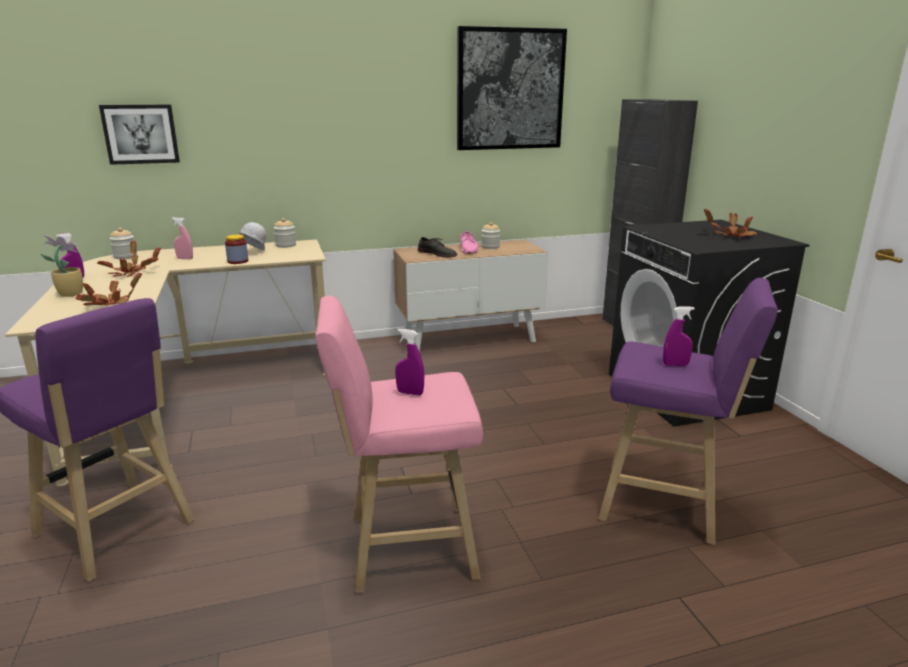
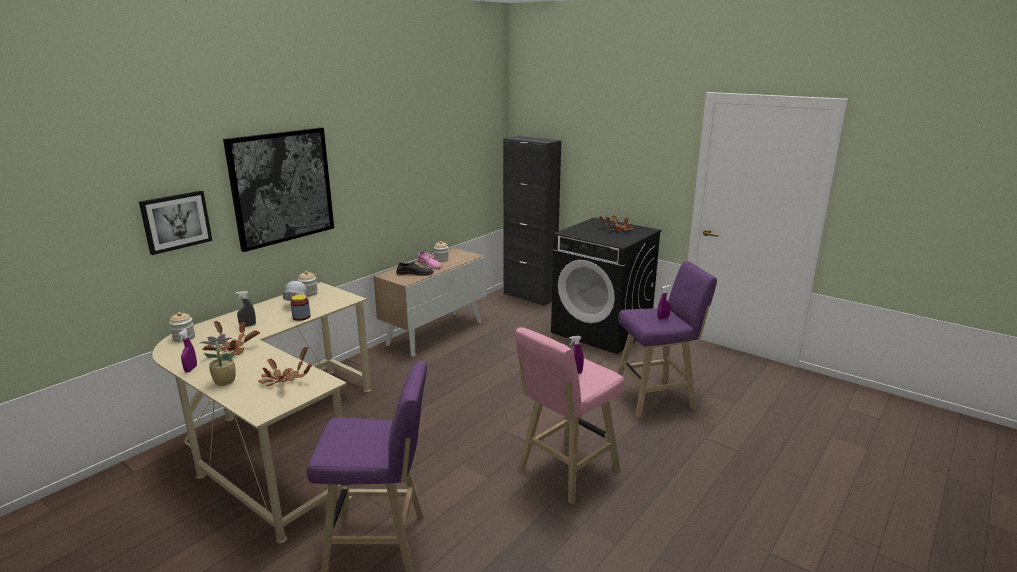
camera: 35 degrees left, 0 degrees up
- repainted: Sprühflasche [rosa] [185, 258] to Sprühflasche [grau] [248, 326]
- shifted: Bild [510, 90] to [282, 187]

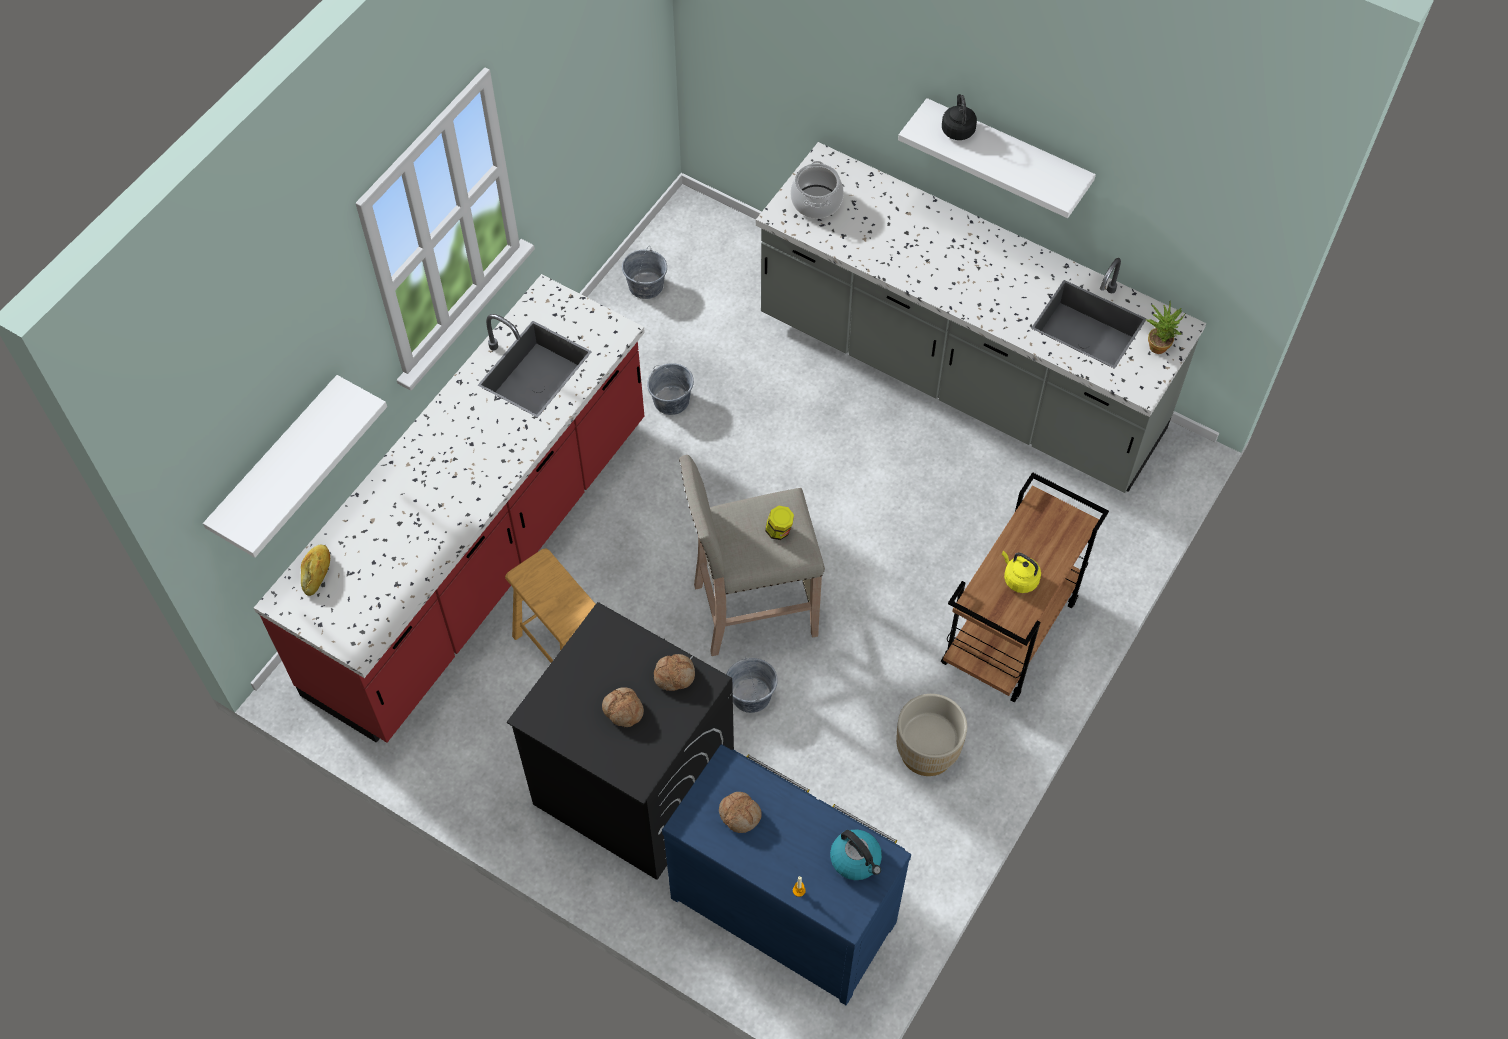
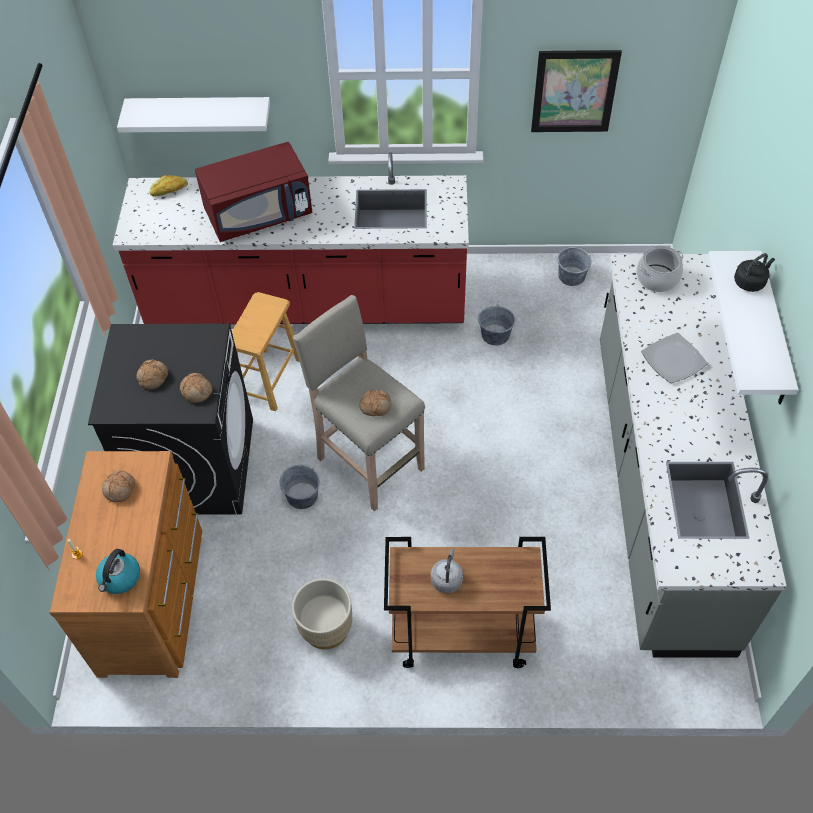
camera: 60 degrees right, 5 degrees down
- repainted: Kommode [blau] [785, 904] to Kommode [braun] [155, 598]
- swapped: Vorratsglas [779, 531] to Brot [376, 406]
- repainted: Wasserkessel [gelb] [1019, 579] to Wasserkessel [grau] [446, 579]
- gone: Topfpflanze [1158, 344]
- new: Mikrowelle [rot] [259, 214]
- new: Bild [574, 91]
- new: Teller [673, 360]

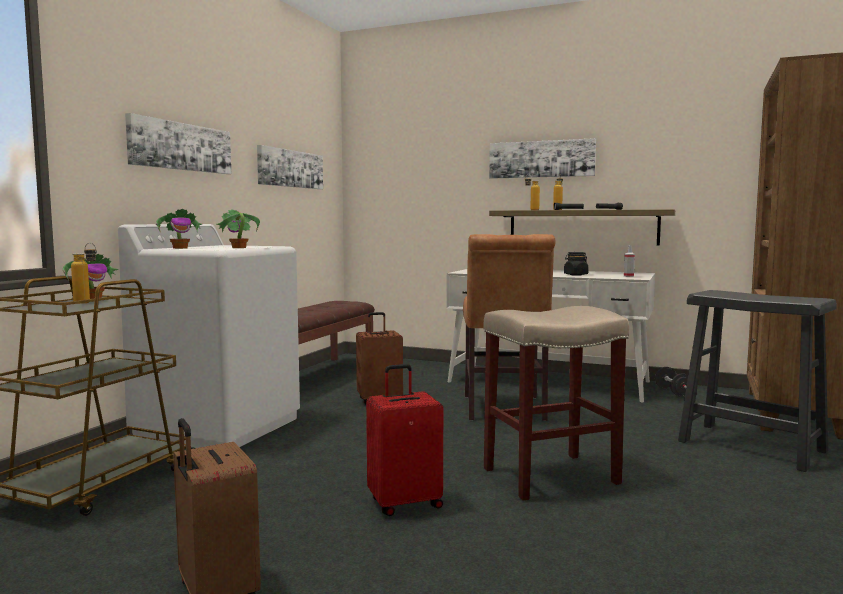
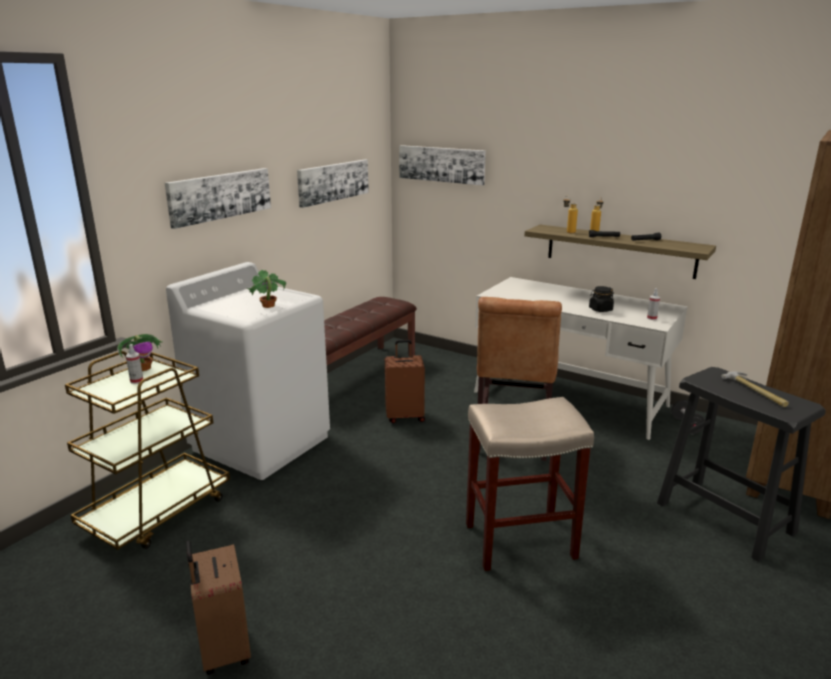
camera: 10 degrees right, 15 degrees up
- swapped: Flasche [87, 303] to Sprühflasche [137, 381]
- gone: Topfpflanze [180, 248]
- gone: Koffer [rot] [405, 503]
- shifted: Bild [541, 159] to [441, 164]
- new: Hammer [755, 391]

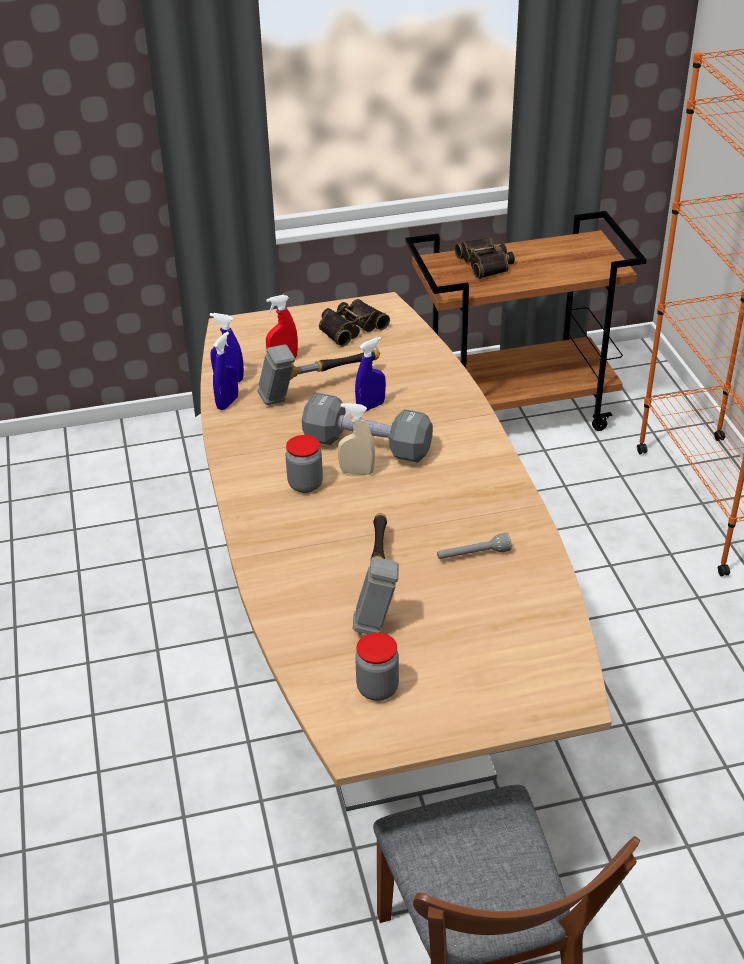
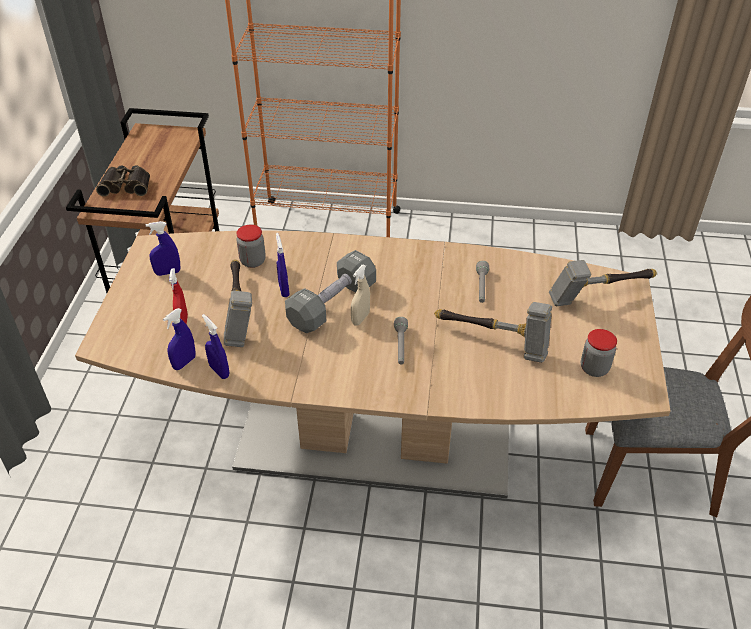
camera: 70 degrees left, 5 degrees up
- shifted: Vorratsglas [305, 484] to [253, 261]
- swapped: Fernglas [350, 327] to Sprühflasche [blau] [168, 272]
- new: Taschenlampe [grau] [400, 346]
- new: Hammer [599, 296]

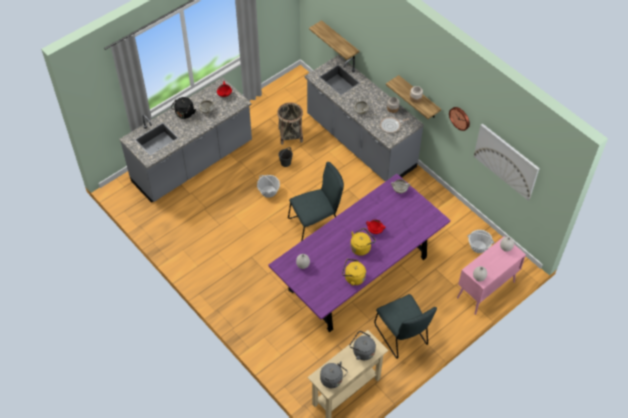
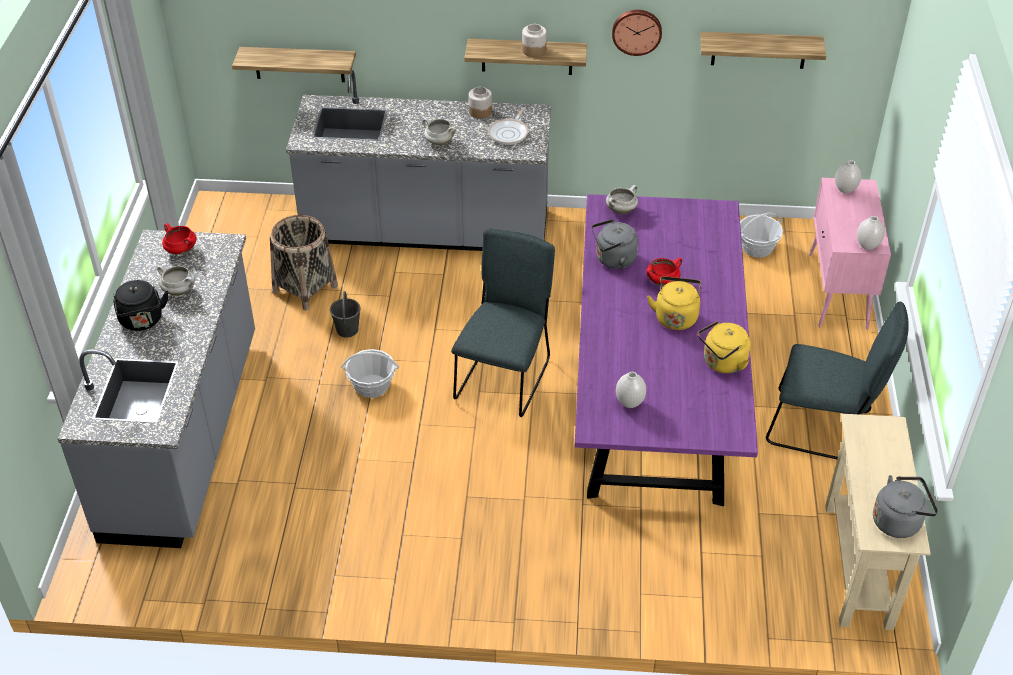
camera: 45 degrees left, 10 degrees down
- shifted: Wasserkessel [grau] [362, 351] to [613, 260]
- swapped: Bild [506, 161] to Wandregal [759, 50]

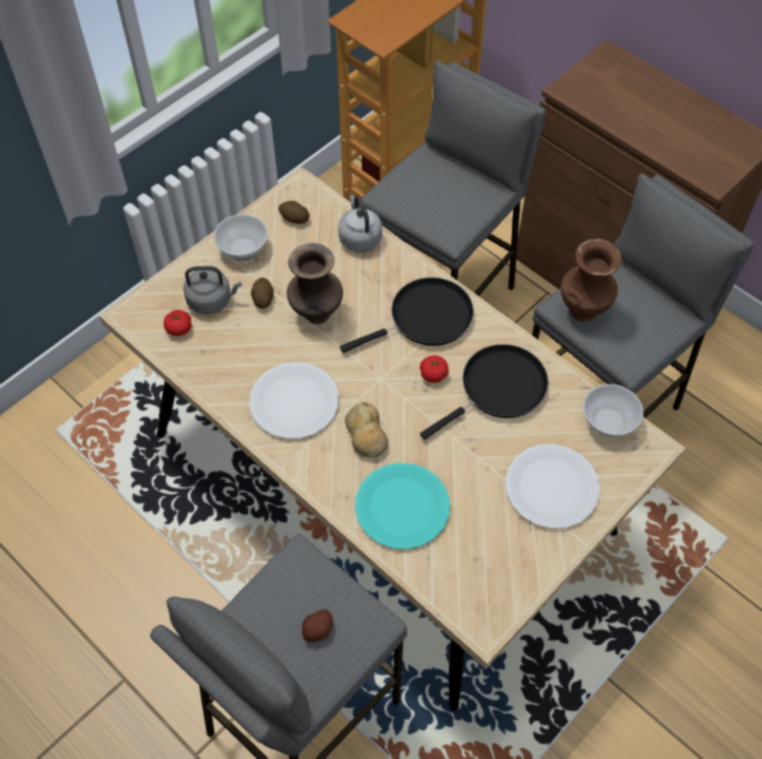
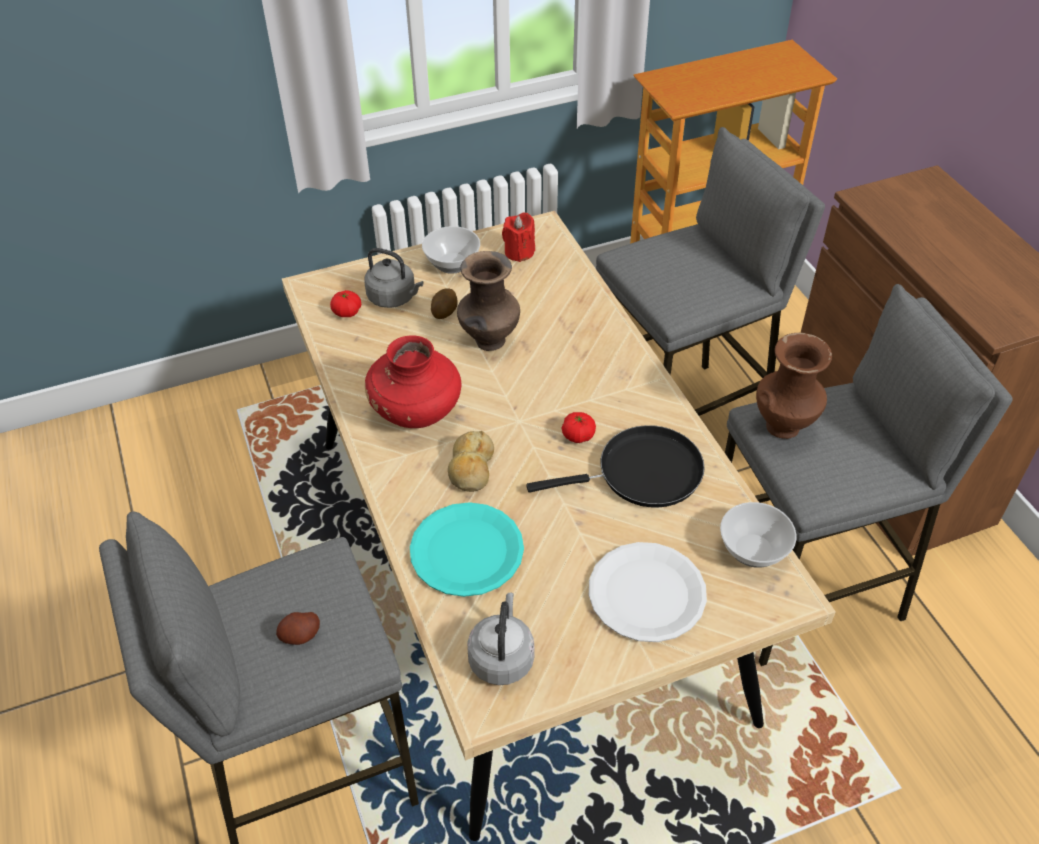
camera: 25 degrees right, 10 degrees down
- swapped: Teller [weiß] [294, 402] to Vase [rot] [417, 412]
- swapped: Kartoffel [294, 218] to Kerze [rot] [519, 252]
- shifted: Wasserkessel [grau] [359, 237] to [502, 657]
- gone: Pfanne [schwarz] [425, 318]

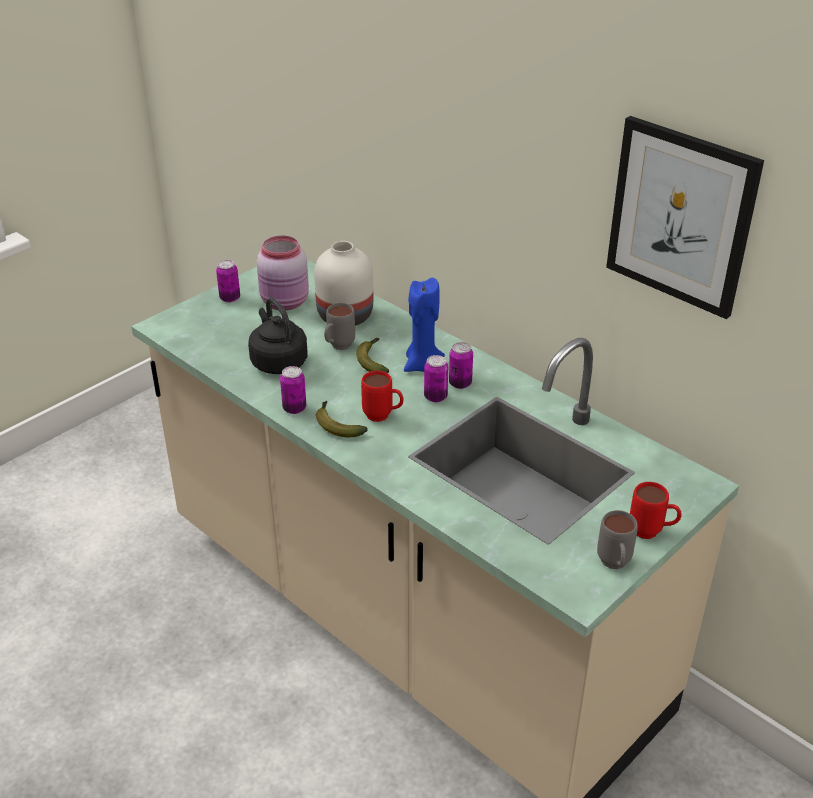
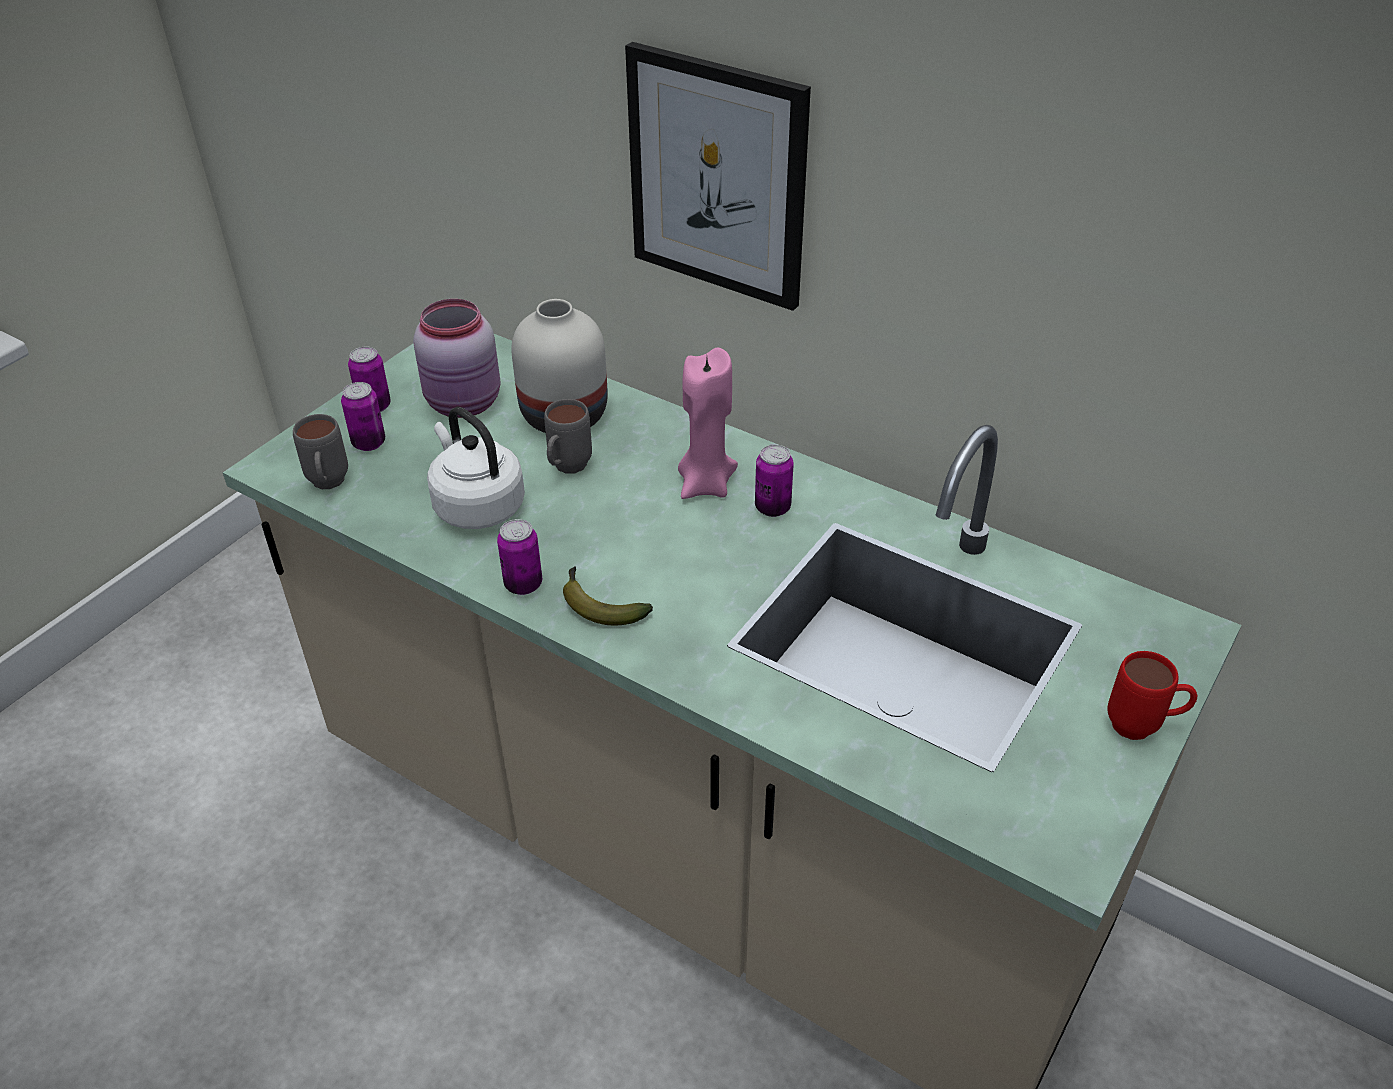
camera: 10 degrees left, 5 degrees up
- repainted: Wasserkessel [schwarz] [278, 361] to Wasserkessel [weiß] [476, 505]
- gone: Banane [373, 360]
- gone: Henkelbecher [rot] [383, 417]
- repainted: Kerze [blau] [422, 365] to Kerze [rosa] [705, 484]
- shifted: Dose [435, 397] to [369, 443]
- shifted: Henkelbecher [grau] [614, 566] to [328, 486]
- shifted: Bild [681, 216] to [717, 177]

